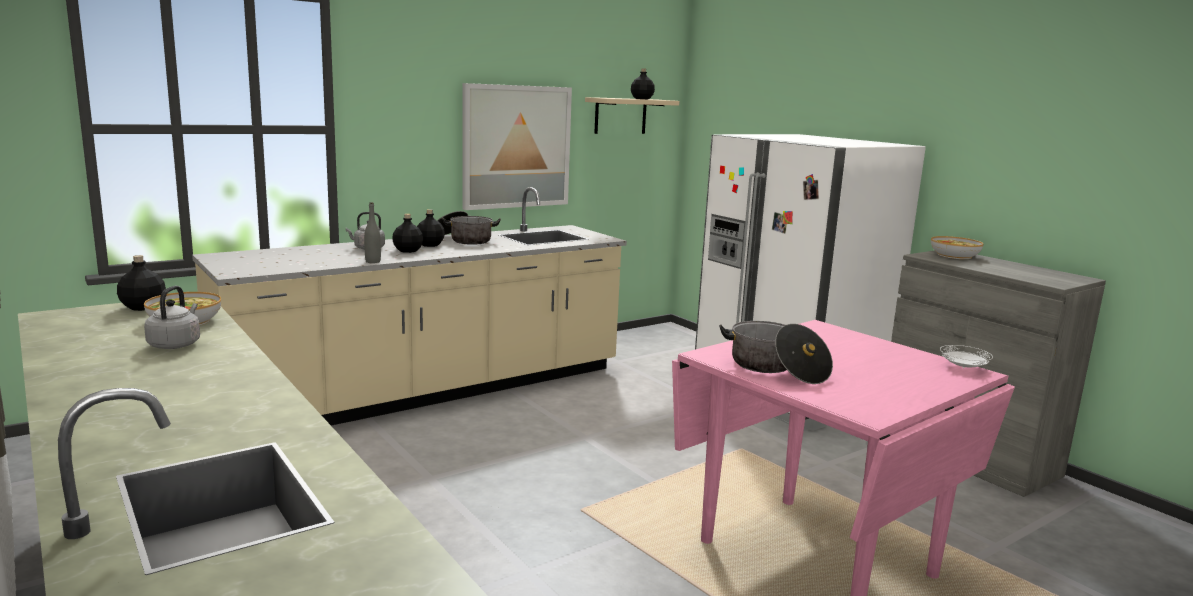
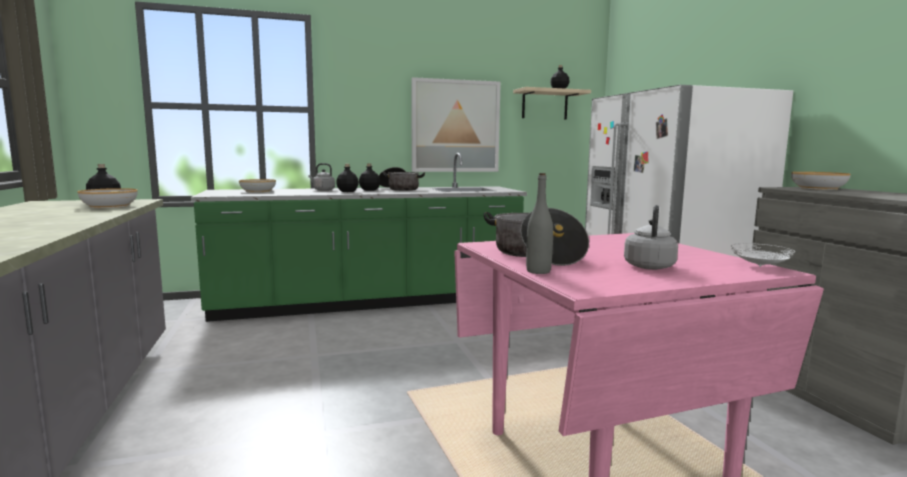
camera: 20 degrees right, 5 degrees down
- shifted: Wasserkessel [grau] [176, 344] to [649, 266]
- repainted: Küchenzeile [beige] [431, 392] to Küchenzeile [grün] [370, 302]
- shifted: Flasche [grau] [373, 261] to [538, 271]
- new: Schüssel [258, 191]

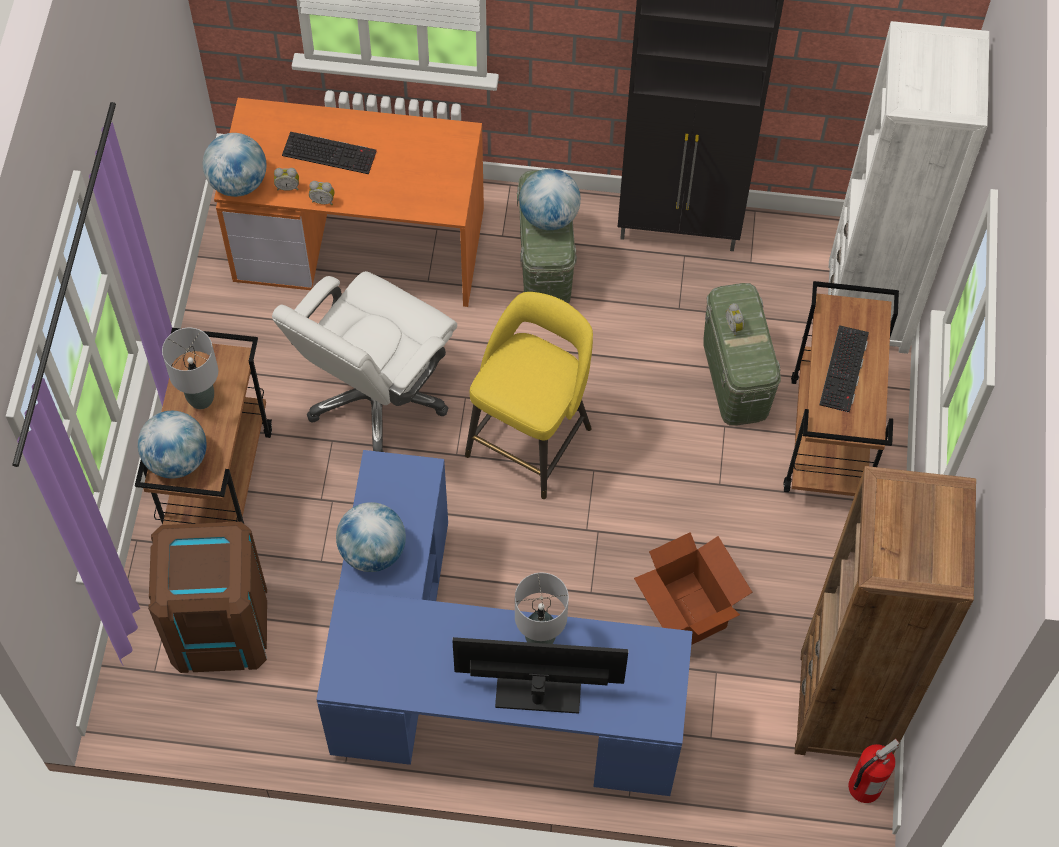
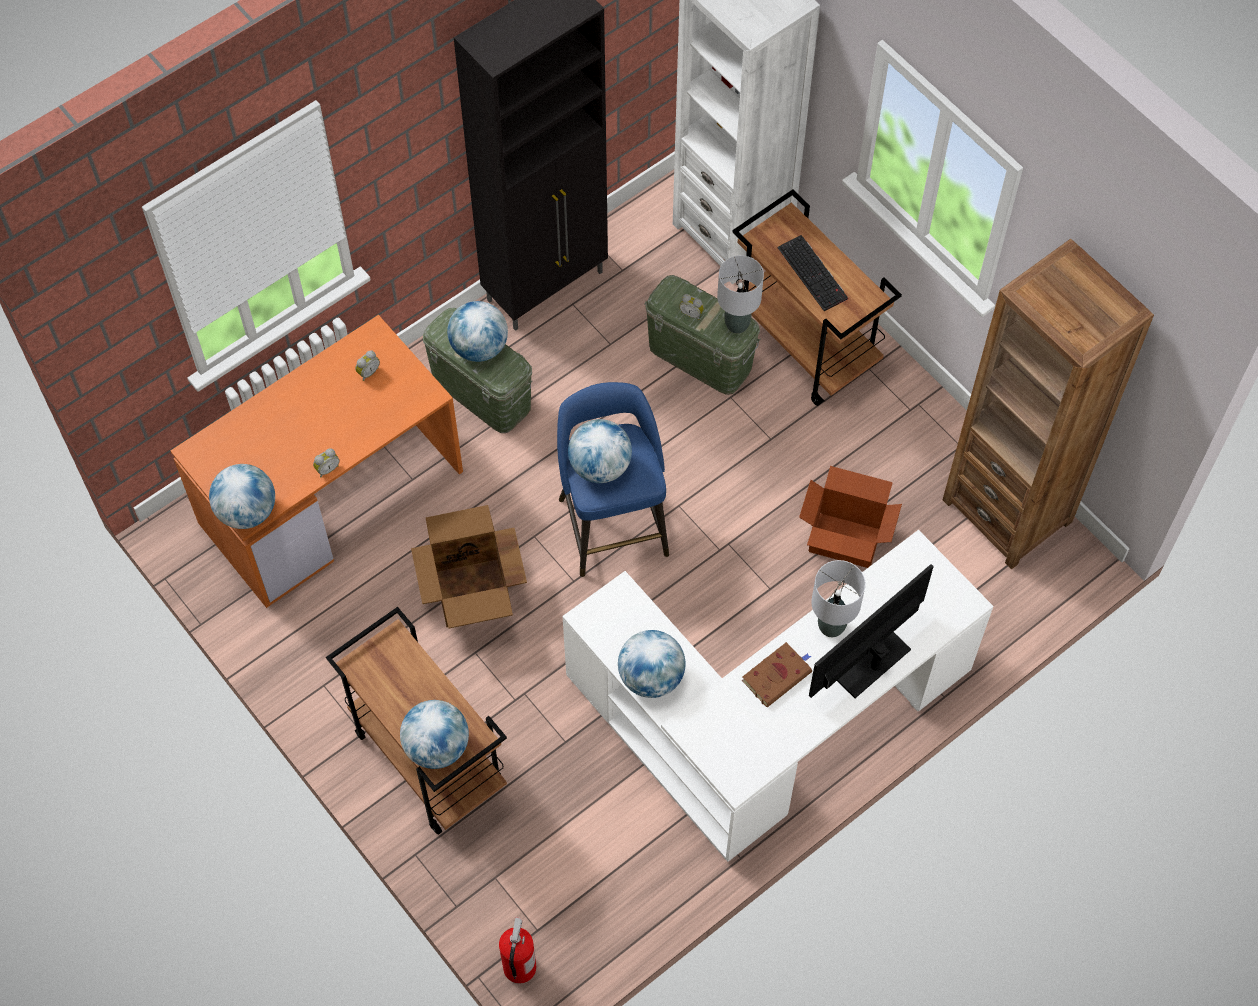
camera: 45 degrees left, 0 degrees up
- gone: Mülleimer [braun] [220, 626]
- shifted: Tischlampe [grau] [201, 398] to [736, 324]
- swapped: Bürostuhl [weiß] [376, 398] to Karton [472, 594]
- shifted: Wecker [288, 186] to [368, 372]
- gone: Tastatur [330, 152]
- repainted: Schreibtisch [blau] [476, 688] to Schreibtisch [weiß] [769, 723]
- repainted: Hocker [gelb] [531, 439] to Hocker [blau] [612, 523]
- shifted: Feuerlöscher [863, 787] to [518, 968]
- new: Globus [600, 466]
- new: Buch [braun] [777, 675]

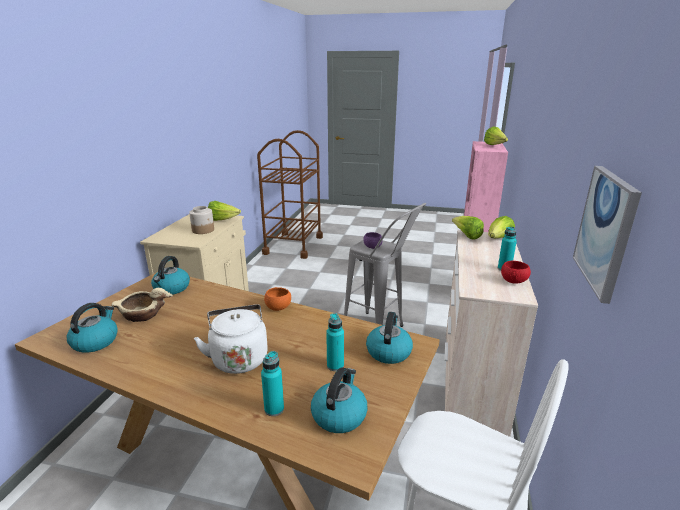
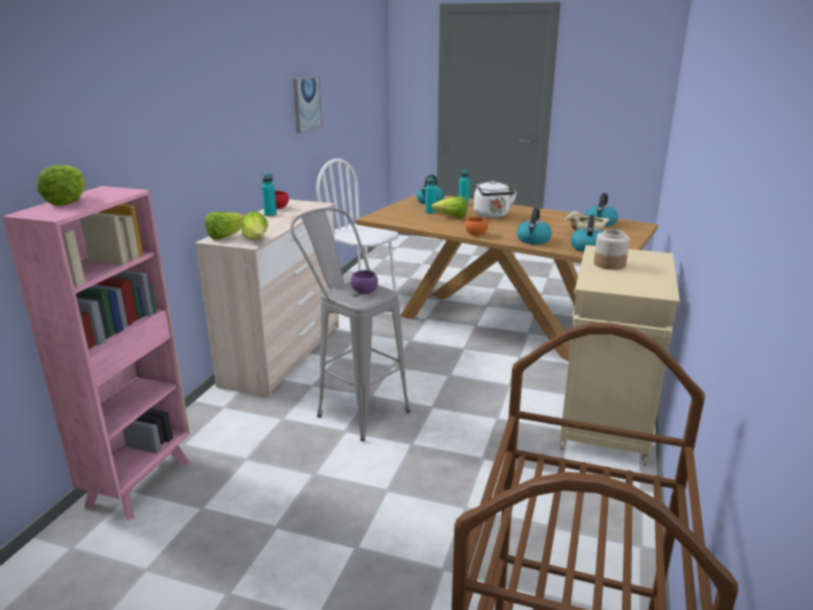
camera: 175 degrees left, 0 degrees up
- shifted: Salatkopf [222, 220] to [452, 217]
- shifted: Wasserkessel [388, 352] to [533, 240]

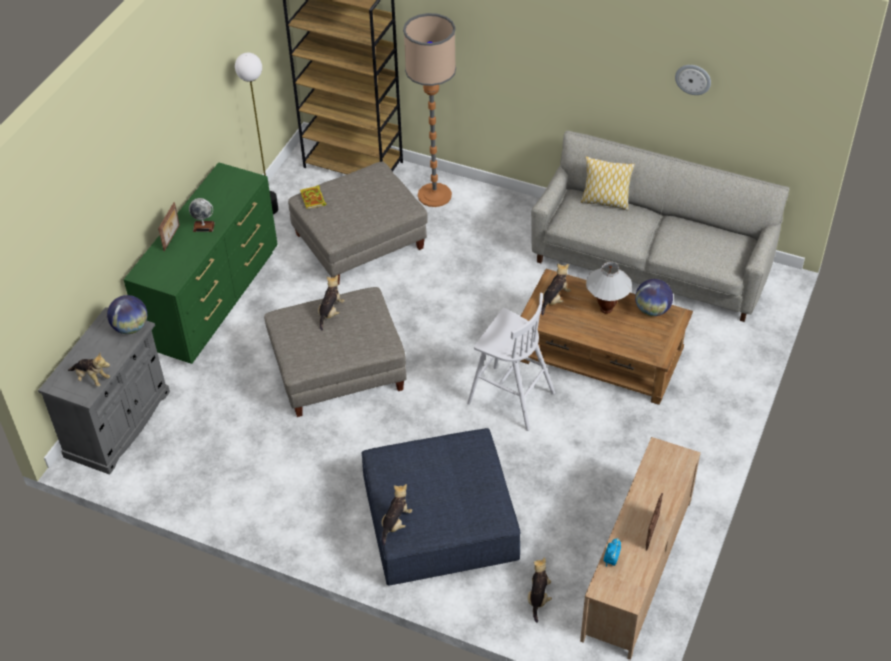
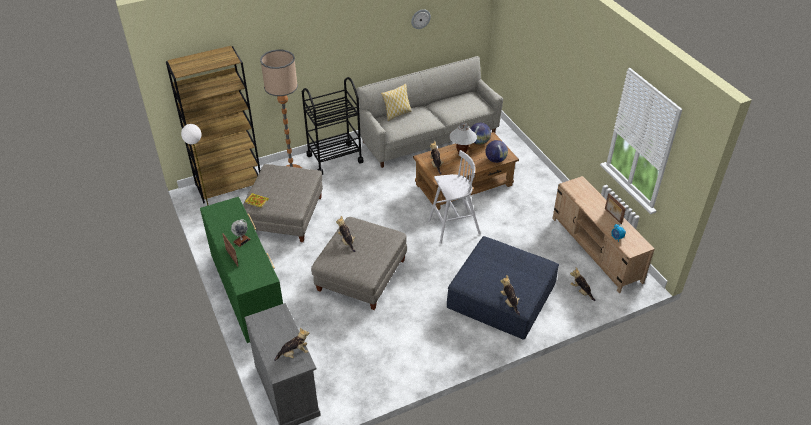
camera: 50 degrees left, 5 degrees down
- shifted: Globus [131, 327] to [495, 160]
- new: Rollwagen [schwarz] [334, 158]

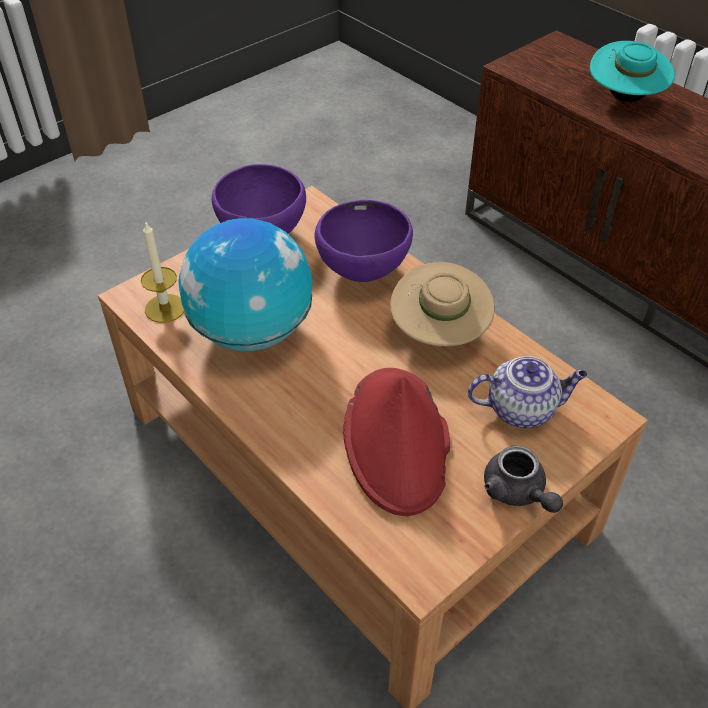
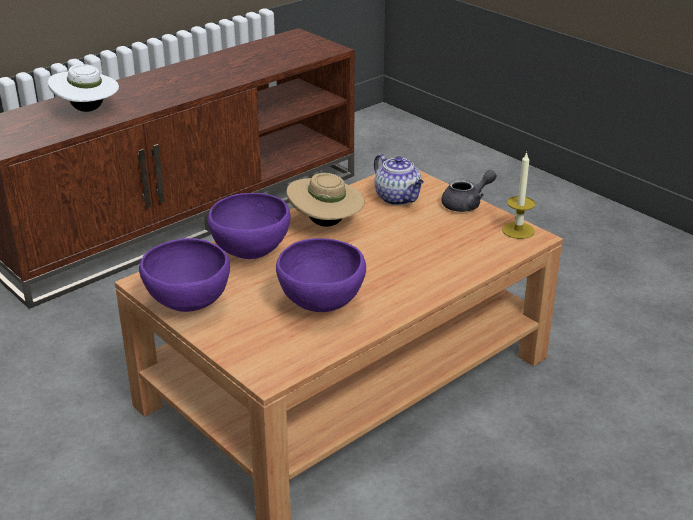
camera: 90 degrees left, 15 degrees down
- shifted: Kerze [165, 308] to [518, 230]
- swapped: Globus [252, 331] to Schüssel [lila] [321, 305]
- gone: Hut [rot] [397, 441]
- rotated: Teekanne [522, 409] = [398, 198] 150 degrees clockwise
- repainted: Hut [türkis] [624, 98] to Hut [weiß] [87, 110]

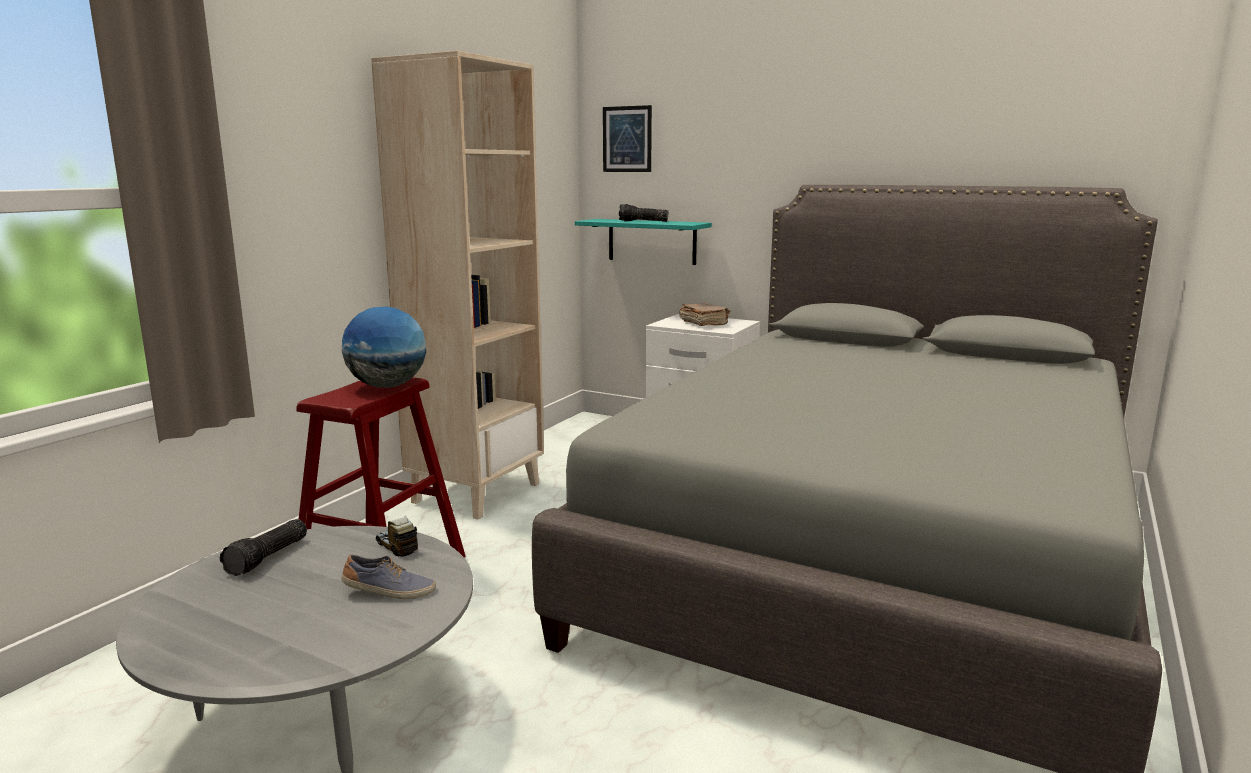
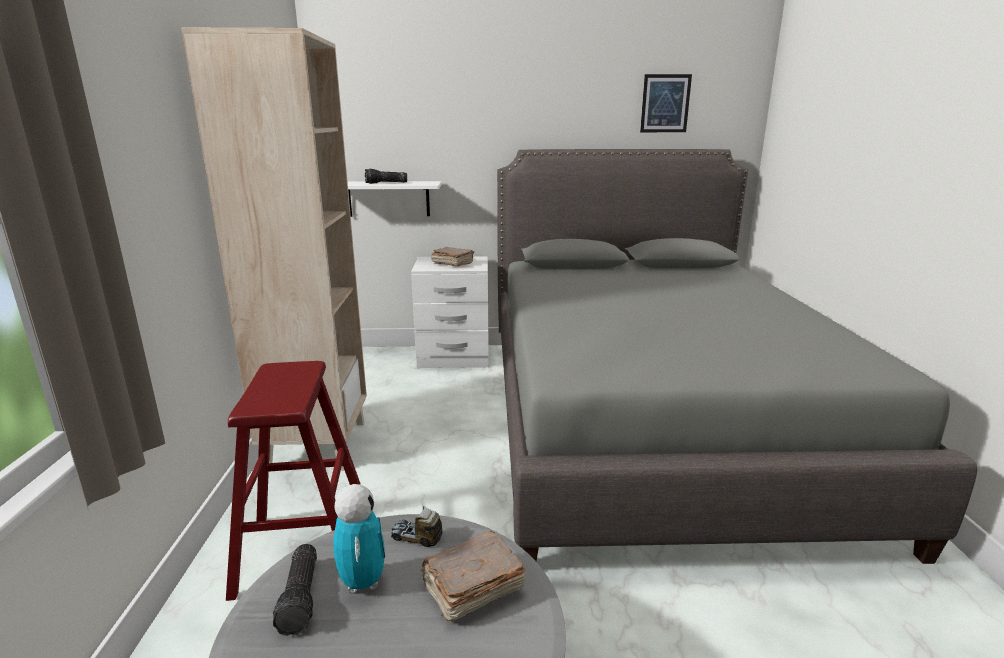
camera: 30 degrees left, 5 degrees up
- swapped: Schuh [389, 592] to Buch [braun] [471, 589]
- gone: Globus [387, 386]
- repainted: Wandregal [türkis] [652, 241] to Wandregal [weiß] [388, 199]
- shifted: Bild [627, 139] to [665, 103]
- new: Spielzeugroboter [362, 582]

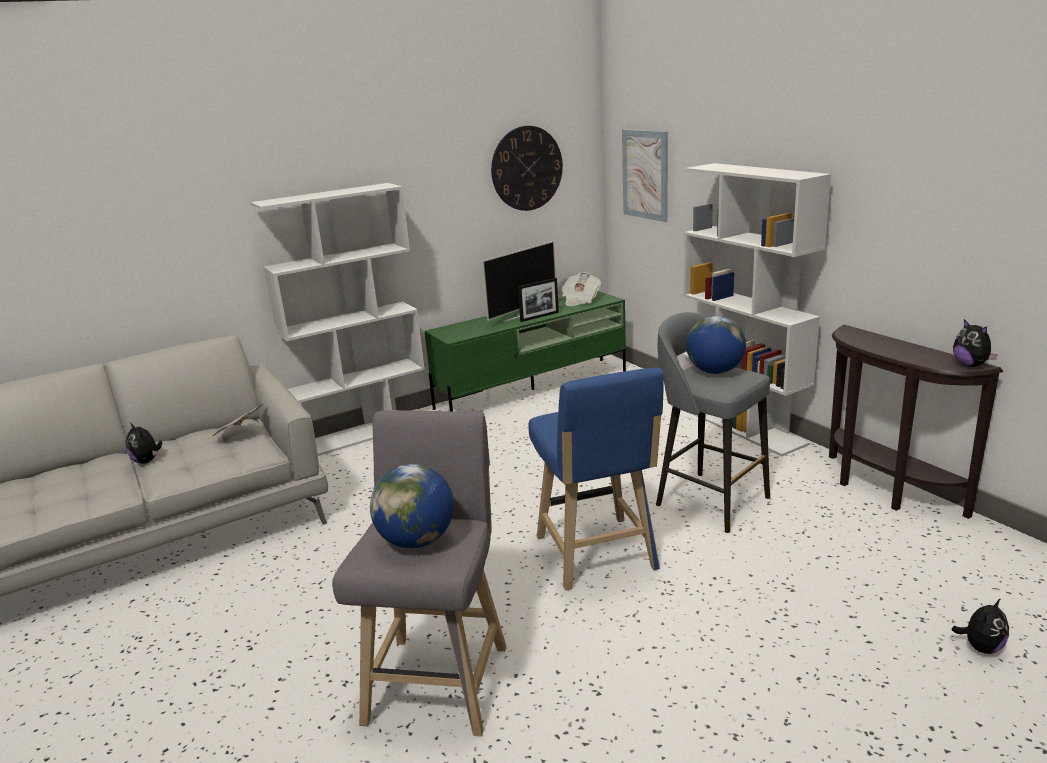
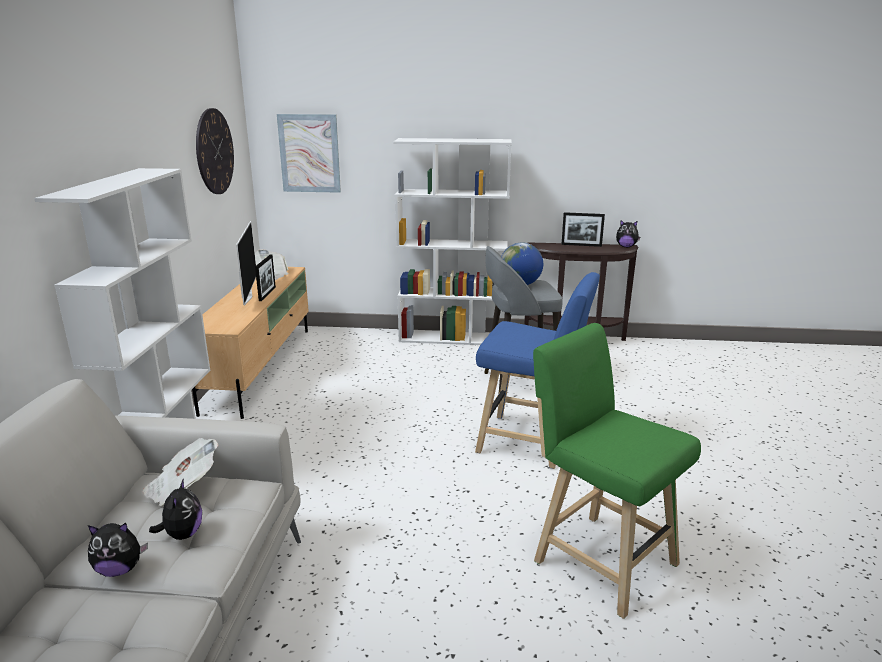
camera: 55 degrees left, 0 degrees up
- repainted: Hocker [grau] [440, 677] to Hocker [grün] [599, 558]
- gone: Globus [417, 541]
- repainted: Fernsehschrank [grün] [534, 389] to Fernsehschrank [beige] [260, 367]
- shifted: Plüschtier [981, 647] to [182, 534]
- new: Bilderrahmen [581, 245]

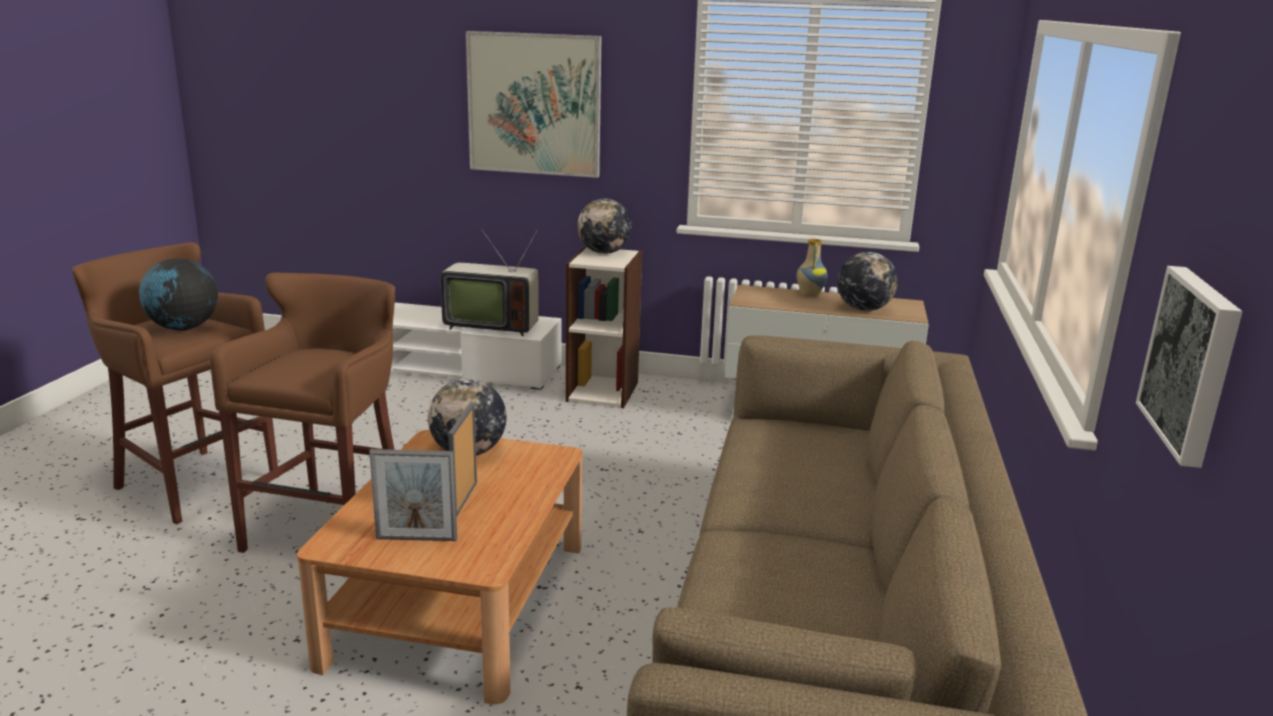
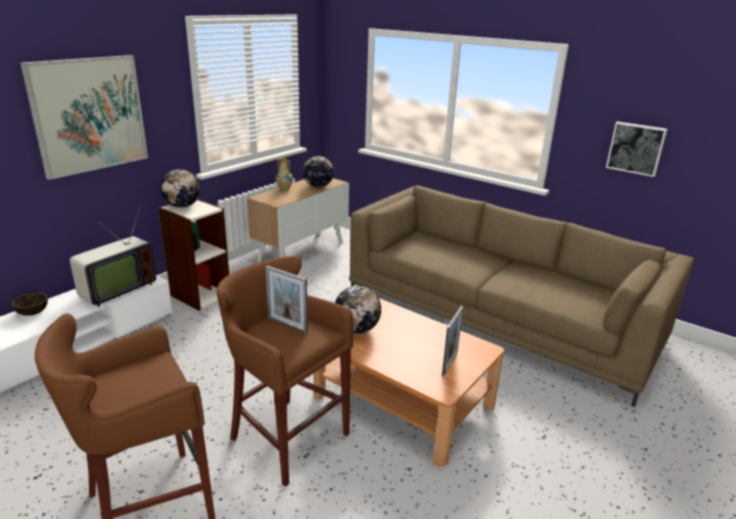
camera: 65 degrees left, 5 degrees up
- gone: Globus [183, 328]
- shifted: Bilderrahmen [464, 499] to [287, 325]
- new: Schüssel [braun] [32, 312]

